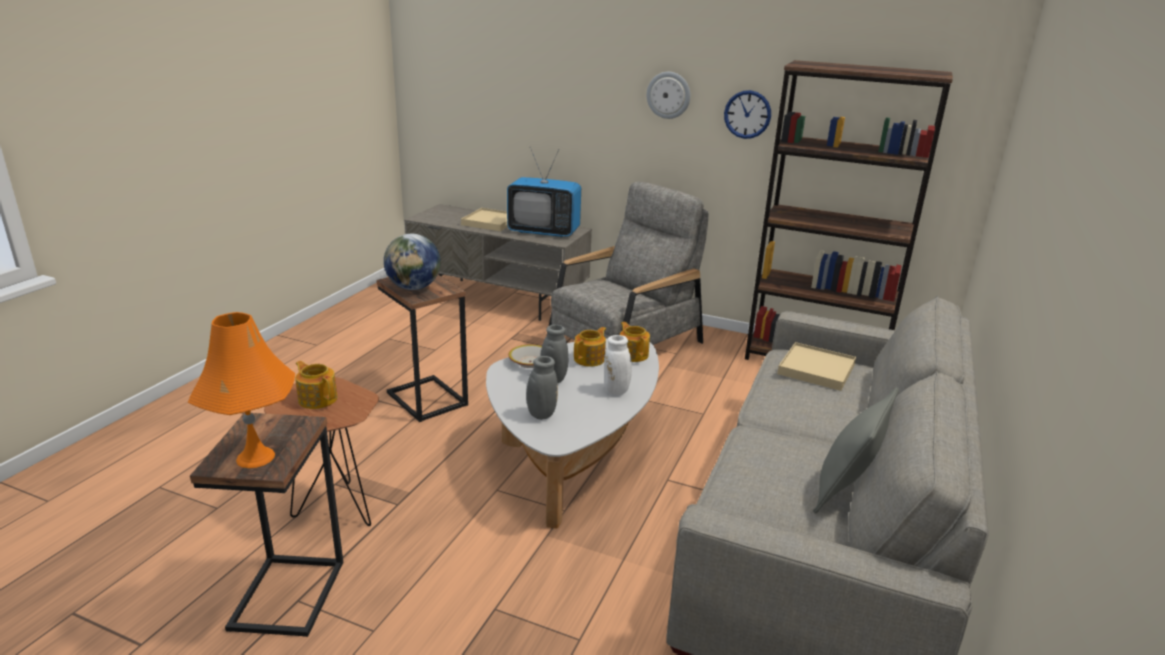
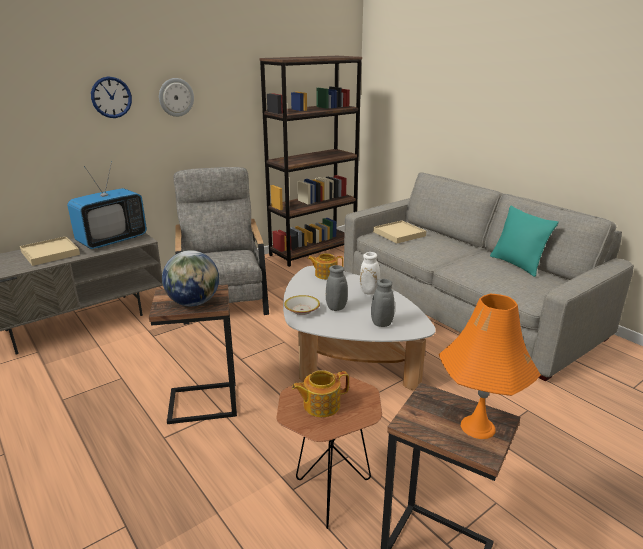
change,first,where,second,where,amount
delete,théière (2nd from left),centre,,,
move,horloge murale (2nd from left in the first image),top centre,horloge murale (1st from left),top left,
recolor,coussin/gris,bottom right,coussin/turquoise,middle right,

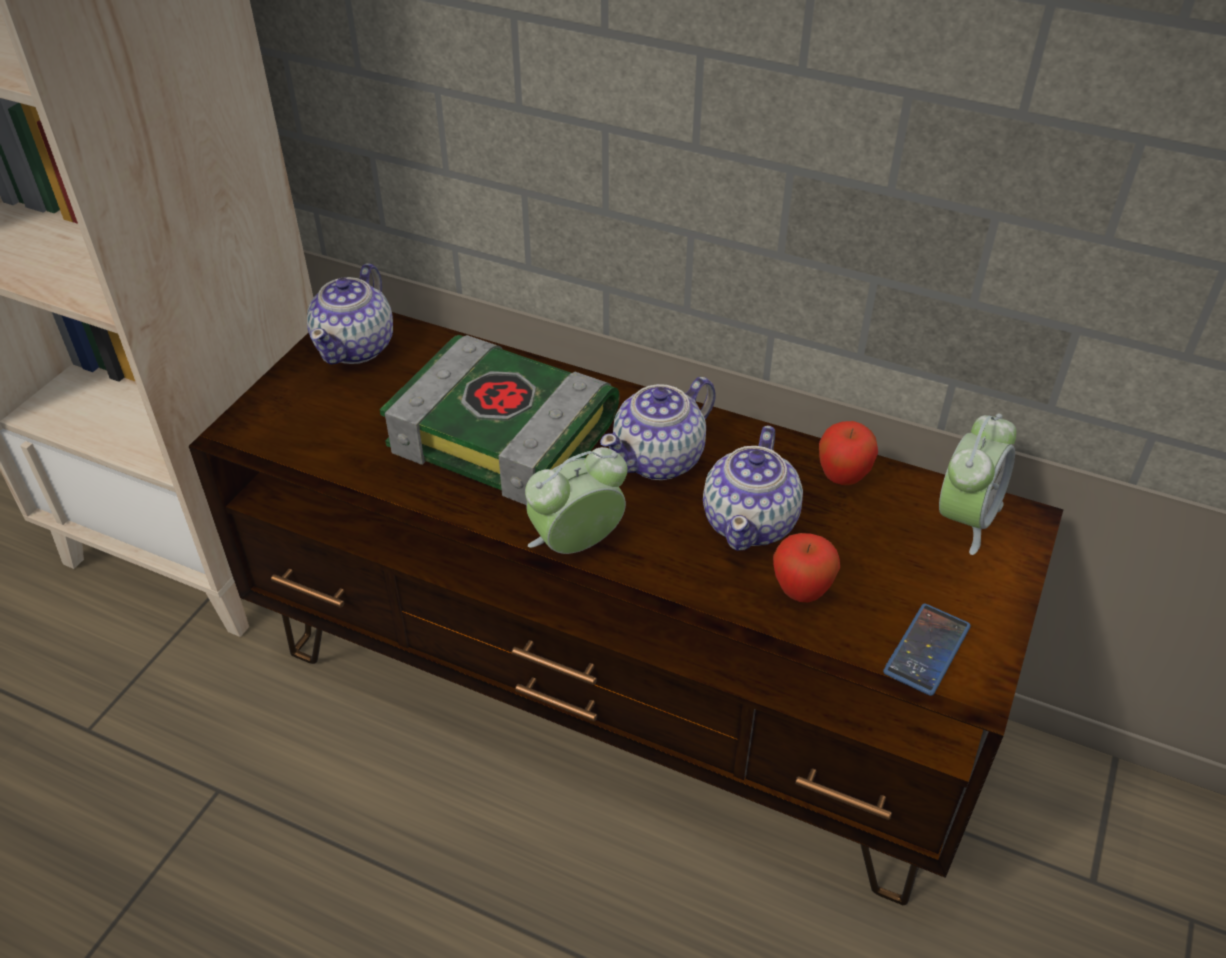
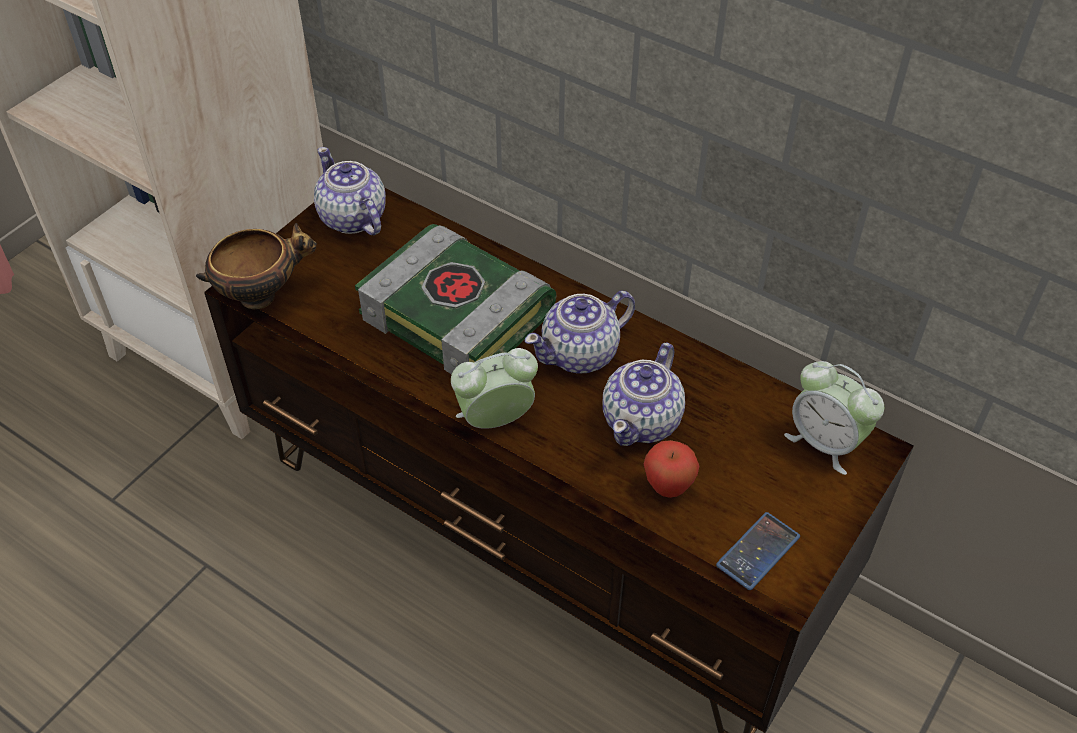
change,first,where,second,where,amount
delete,pomme (2nd from left),middle right,,,
insert,,,bol,middle left,
rotate,théière (1st from left),top left,,top left,120 degrees clockwise
rotate,réveil (2nd from left),middle right,,middle right,90 degrees clockwise

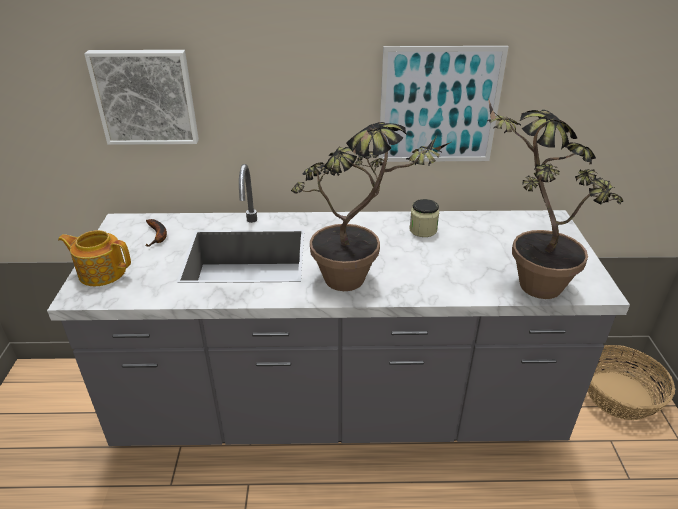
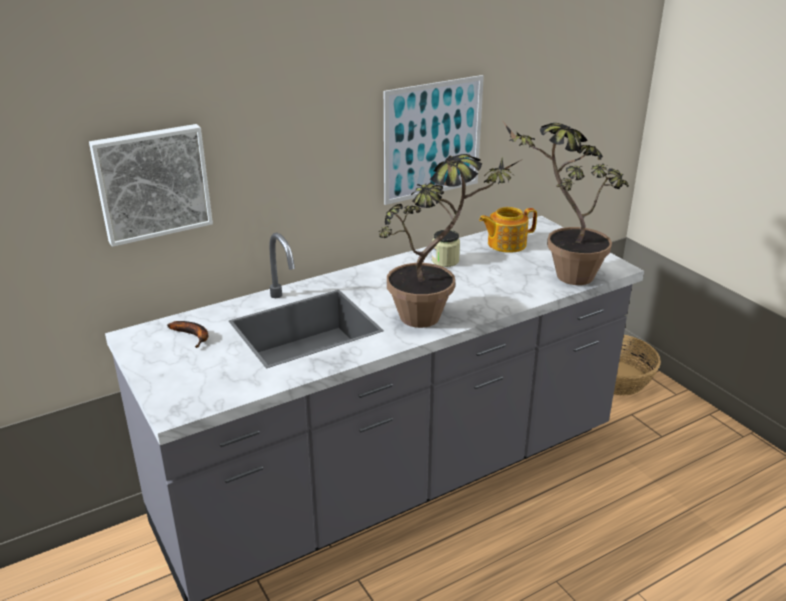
change,first,where,second,where,amount
move,théière,middle left,,centre,

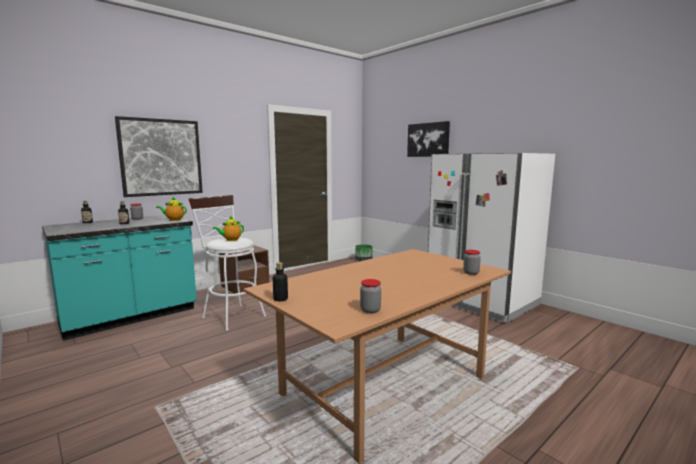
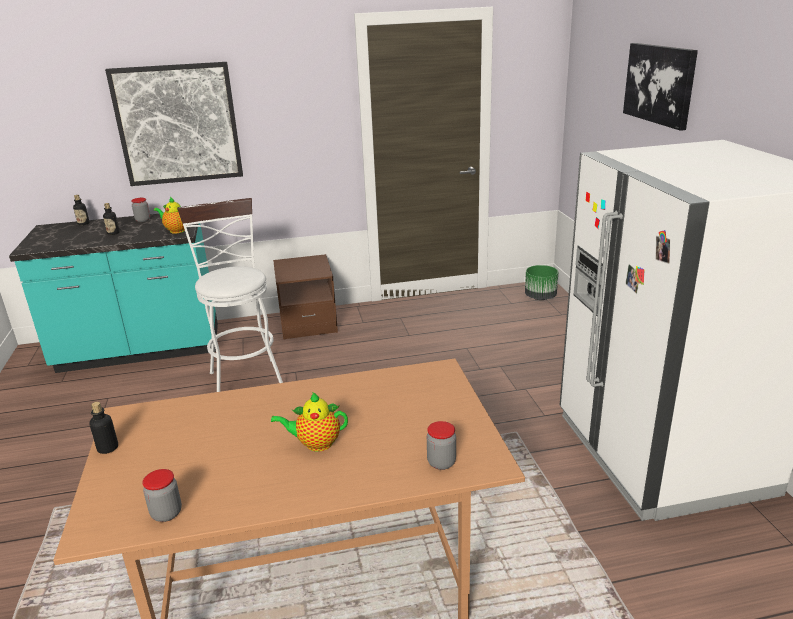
change,first,where,second,where,amount
move,théière (2nd from left),middle left,,bottom centre,

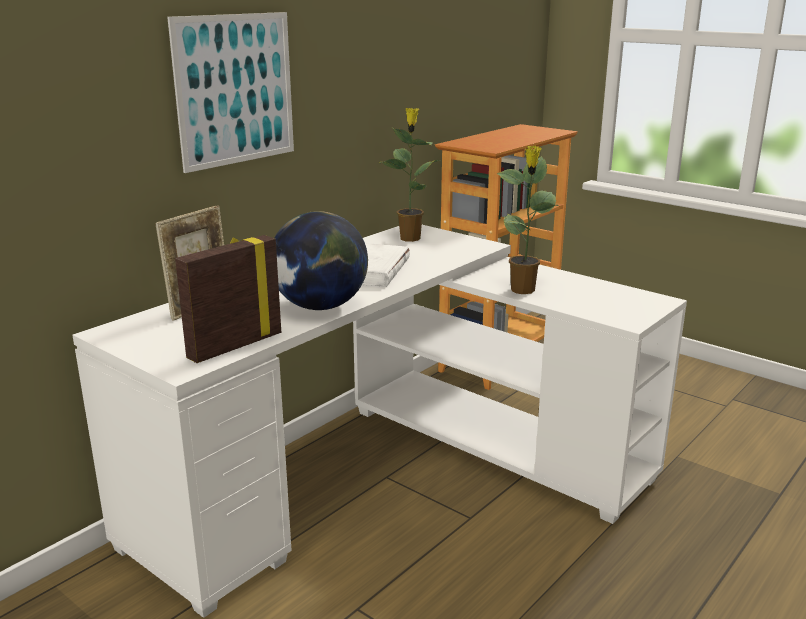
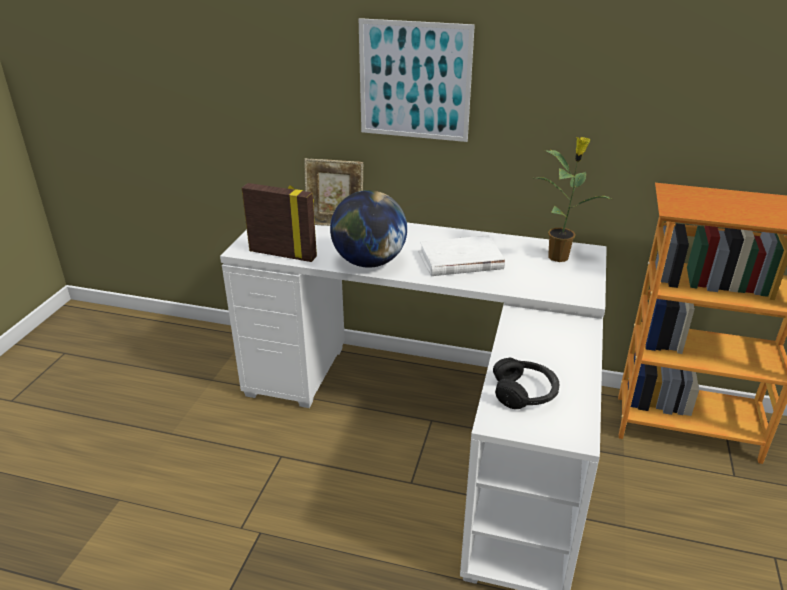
change,first,where,second,where,amount
delete,plante en pot (2nd from left),centre,,,
insert,,,casque audio/noir,middle right,

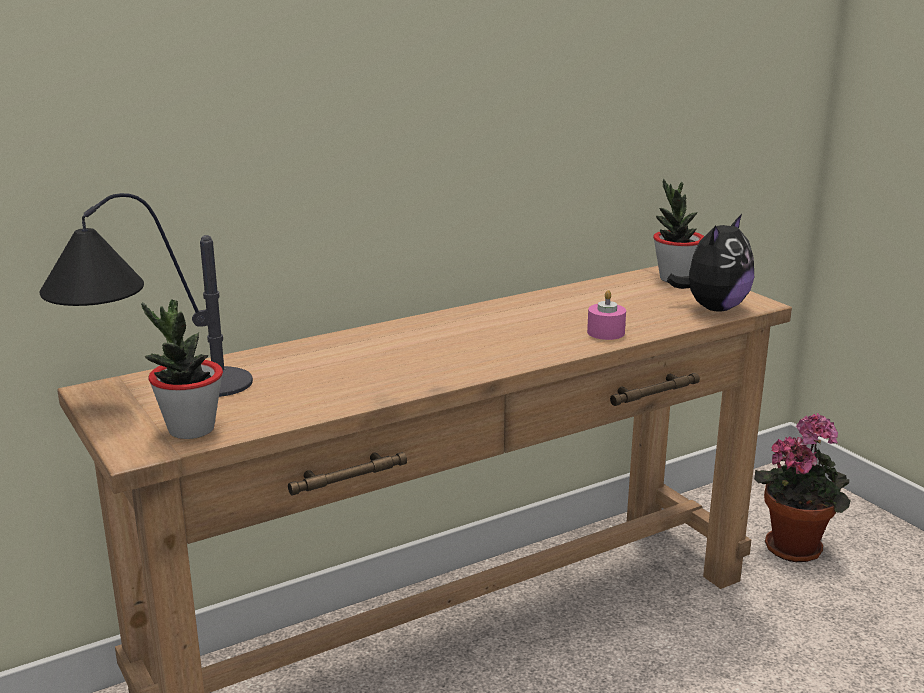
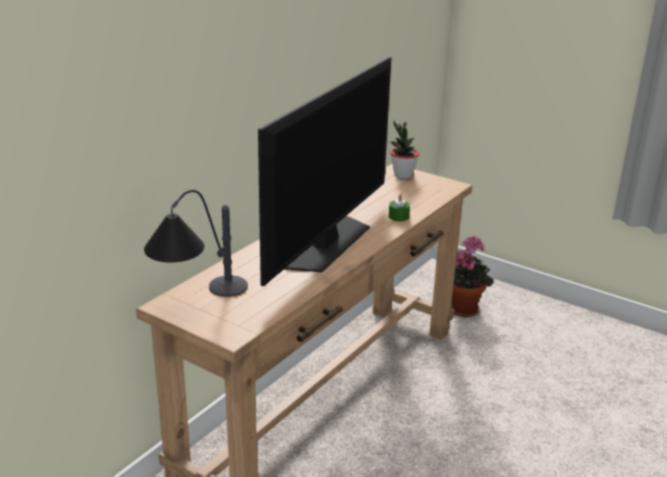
change,first,where,second,where,amount
delete,plante en pot (1st from left),middle left,,,
delete,peluche,middle right,,,
insert,,,téléviseur,centre,
recolor,bougie/rose,centre,bougie/vert,centre,

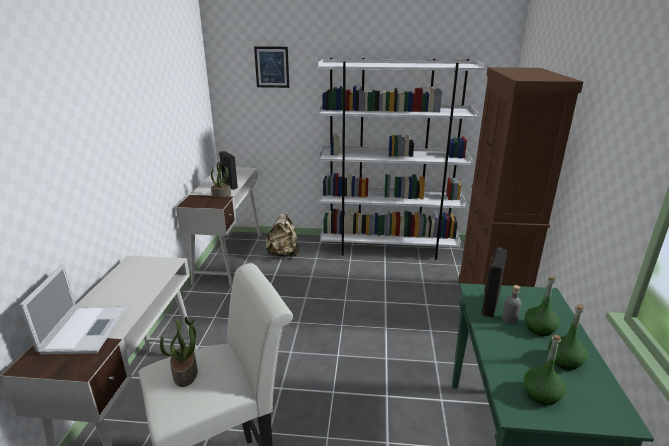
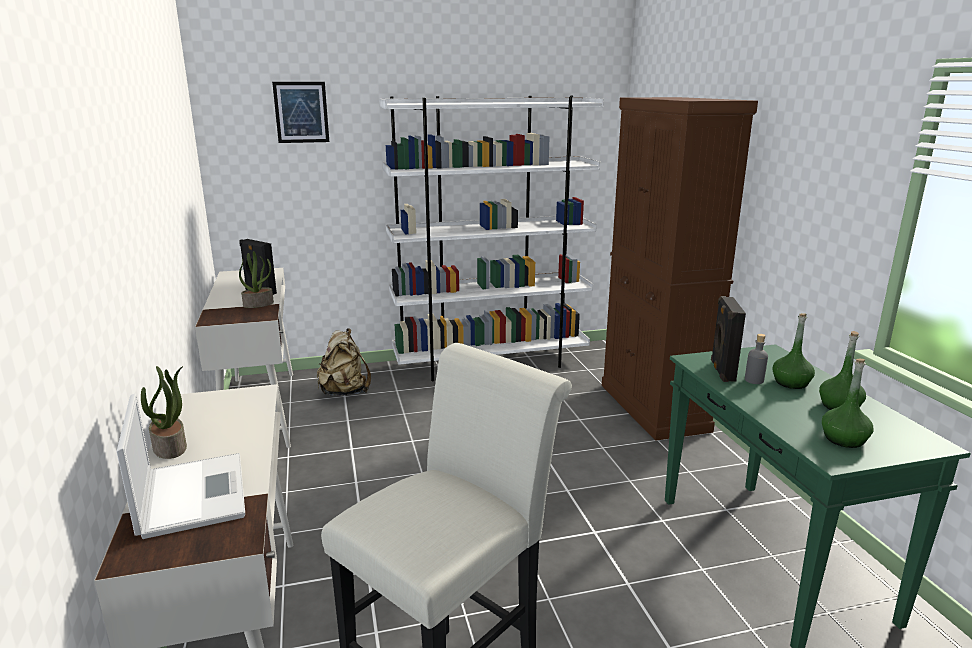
change,first,where,second,where,amount
move,plante en pot (1st from left),bottom left,,middle left,

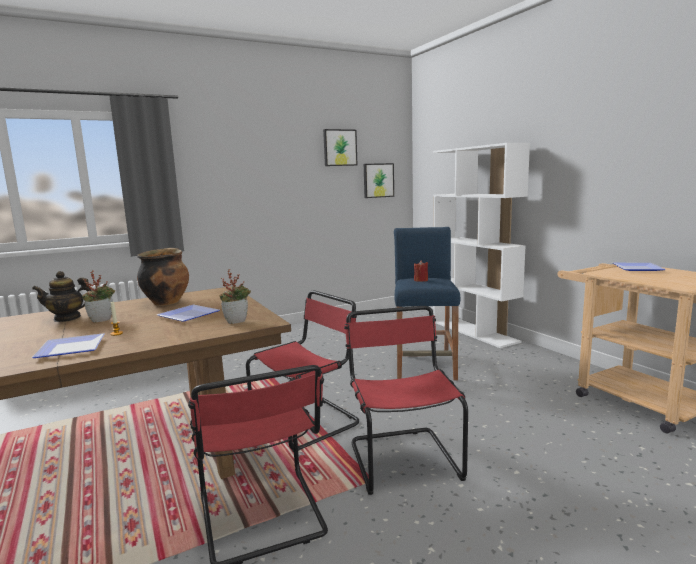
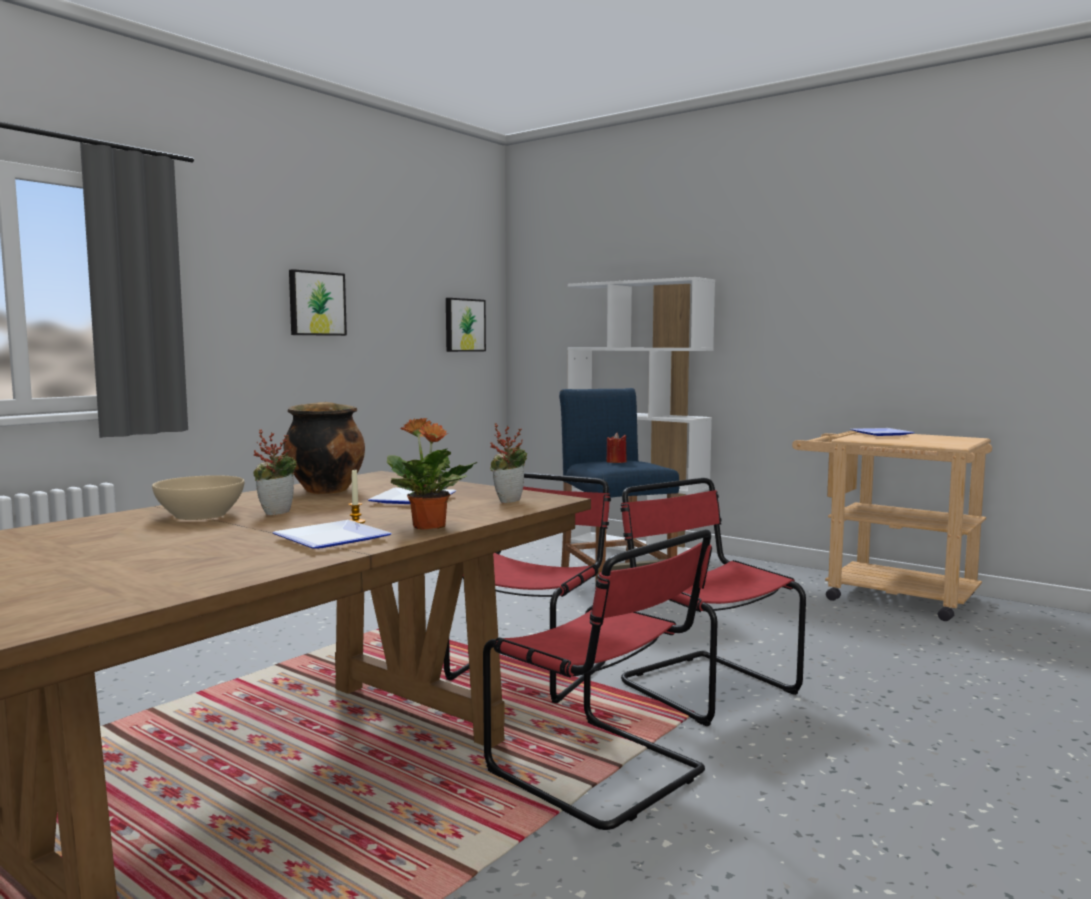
change,first,where,second,where,amount
insert,,,plante en pot (2nd from left),centre,
move,tableau (1st from left),top centre,,middle left,
replace,théière,middle left,bol/beige,middle left,

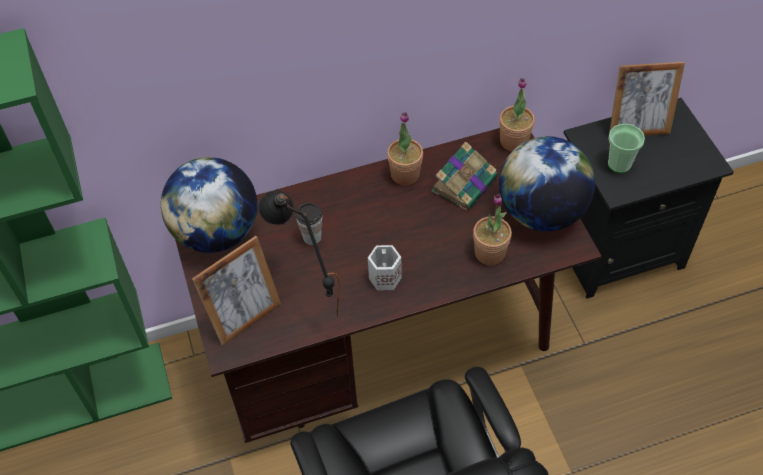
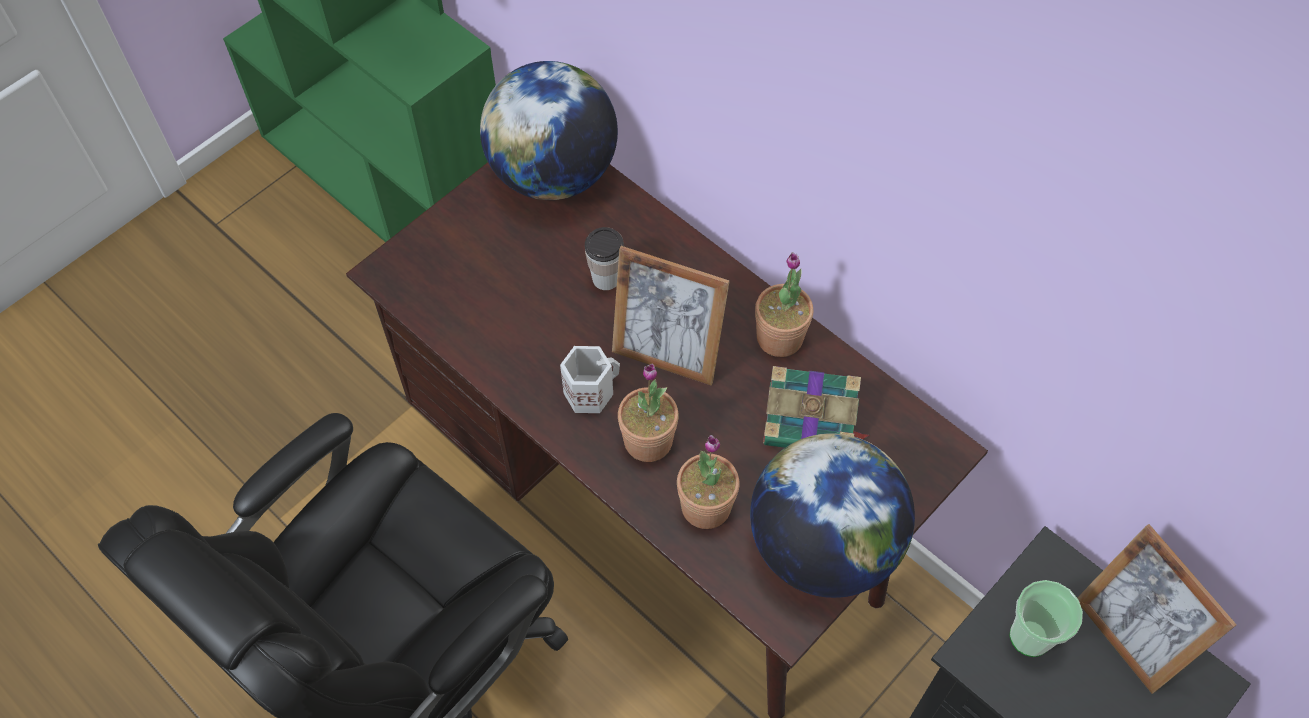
change,first,where,second,where,amount
delete,lampe de table/noir,centre,,,
move,cadre photo (1st from left),middle left,,centre,
move,plante en pot (3rd from left in the first image),top right,plante en pot (1st from left),centre,

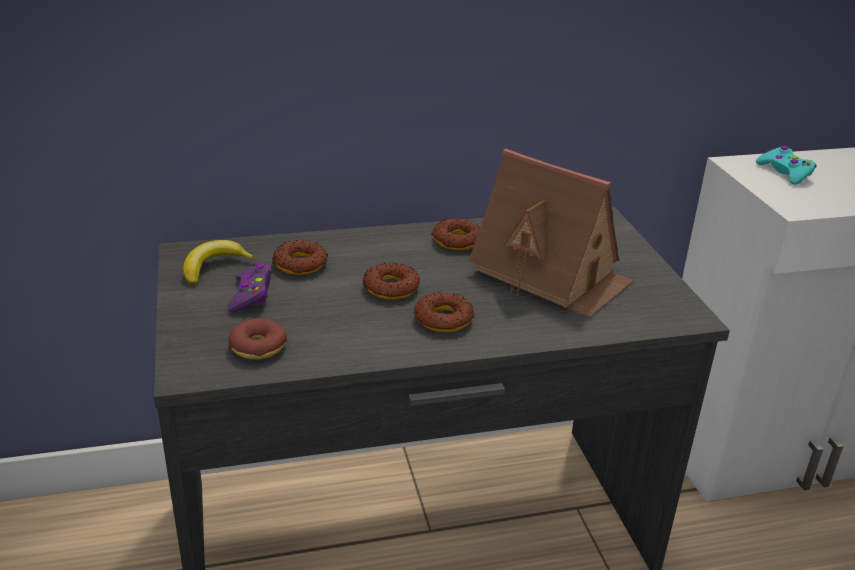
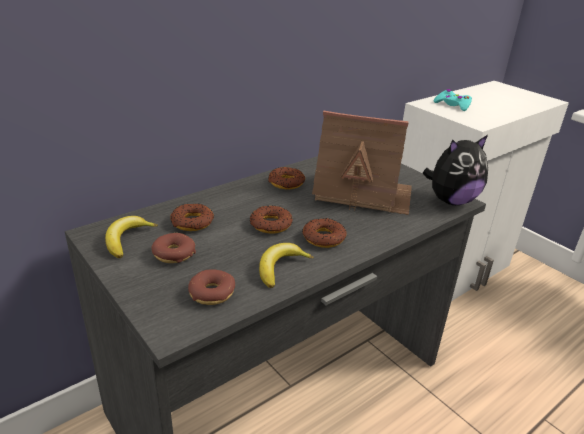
change,first,where,second,where,amount
insert,,,banane (2nd from left),centre,
insert,,,peluche,middle right,
replace,manette/violet,middle left,beignet (1st from left),middle left,

